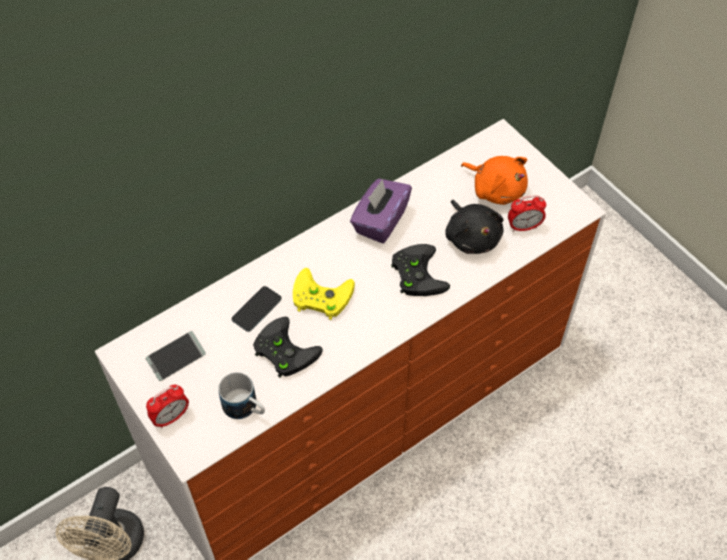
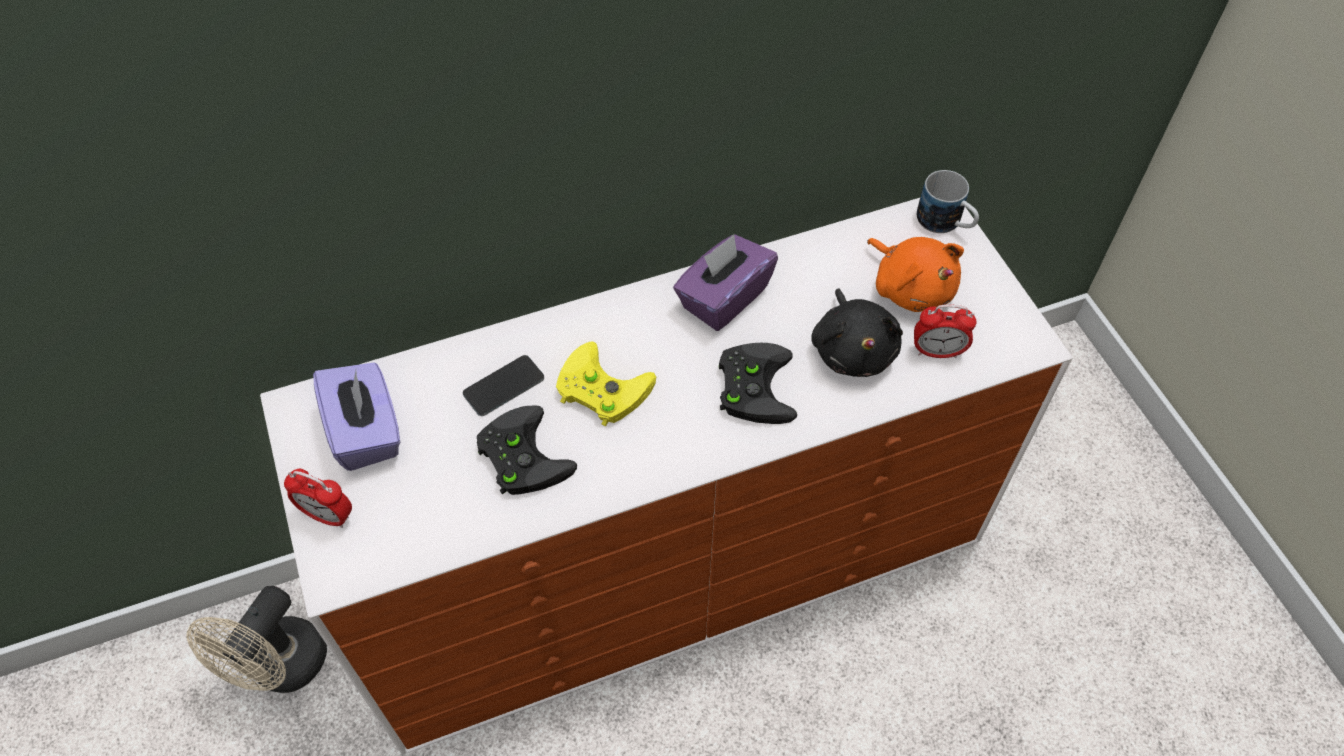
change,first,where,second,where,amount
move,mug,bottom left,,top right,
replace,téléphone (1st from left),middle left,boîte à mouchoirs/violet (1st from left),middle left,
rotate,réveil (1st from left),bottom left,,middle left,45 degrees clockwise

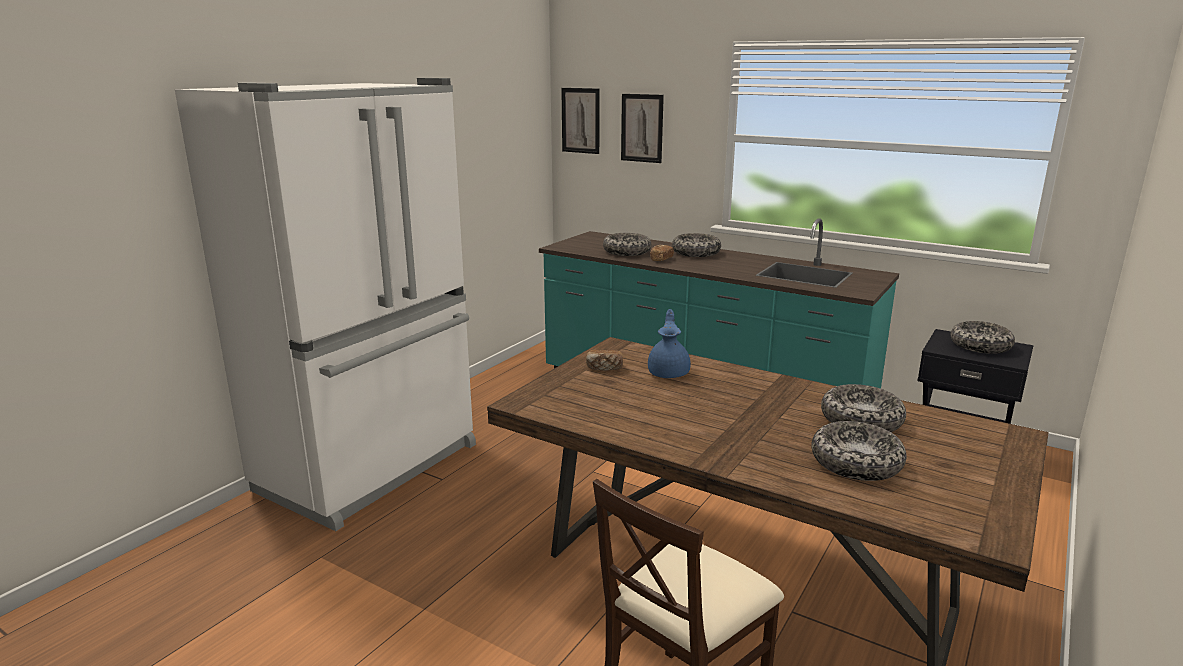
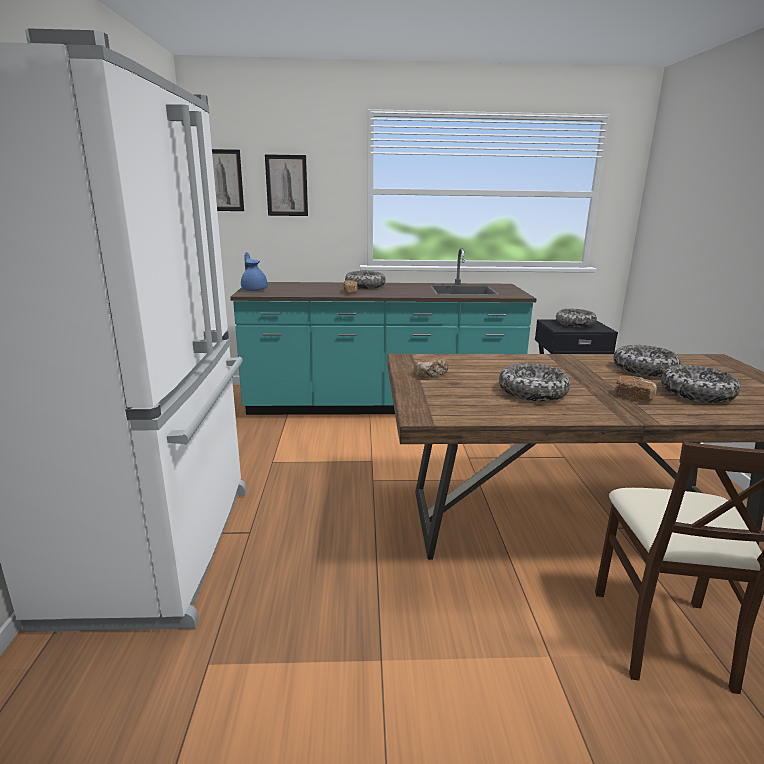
change,first,where,second,where,amount
insert,,,pain (3rd from left),middle right,
move,bol (1st from left in the first image),centre,bol (2nd from left),middle right,
move,théière/bleu,centre,,middle left,

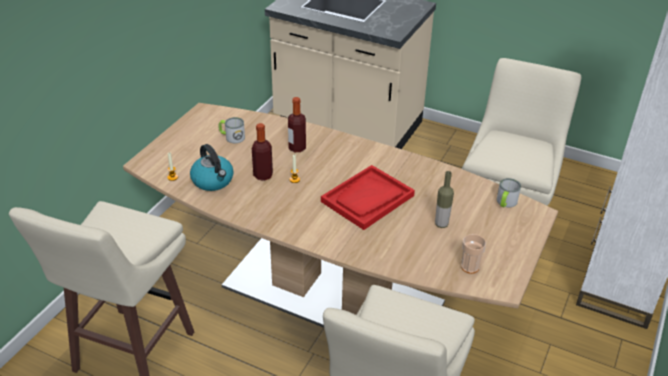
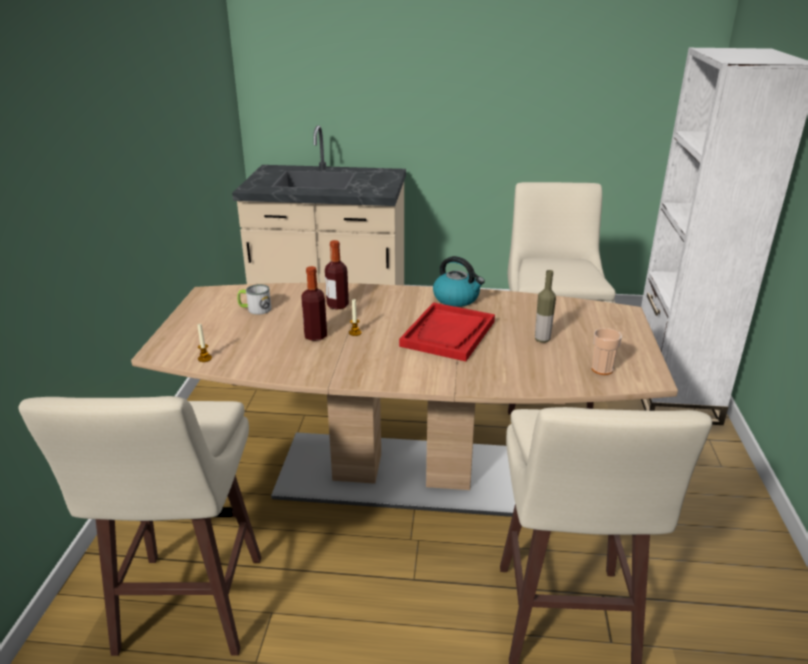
change,first,where,second,where,amount
delete,mug (2nd from left),middle right,,,
move,bouilloire,middle left,,centre,

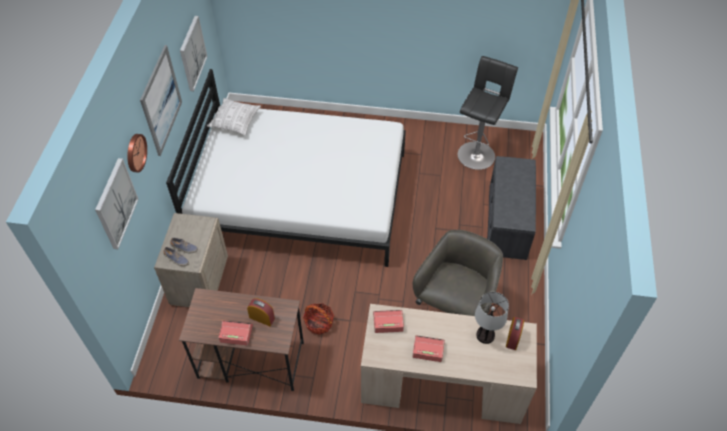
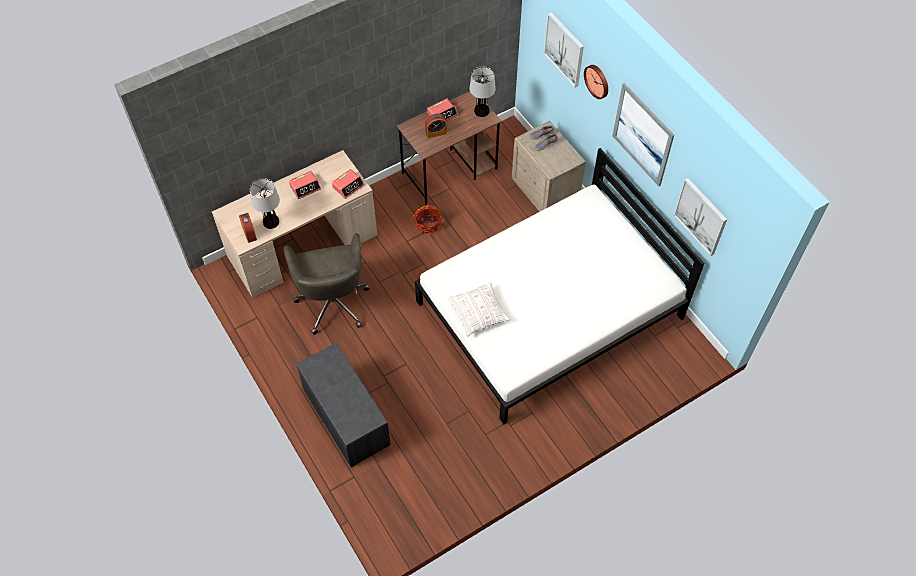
change,first,where,second,where,amount
delete,tabouret/noir,top right,,,
insert,,,lampe de table (2nd from left),top centre,
move,coussin,top left,,centre,

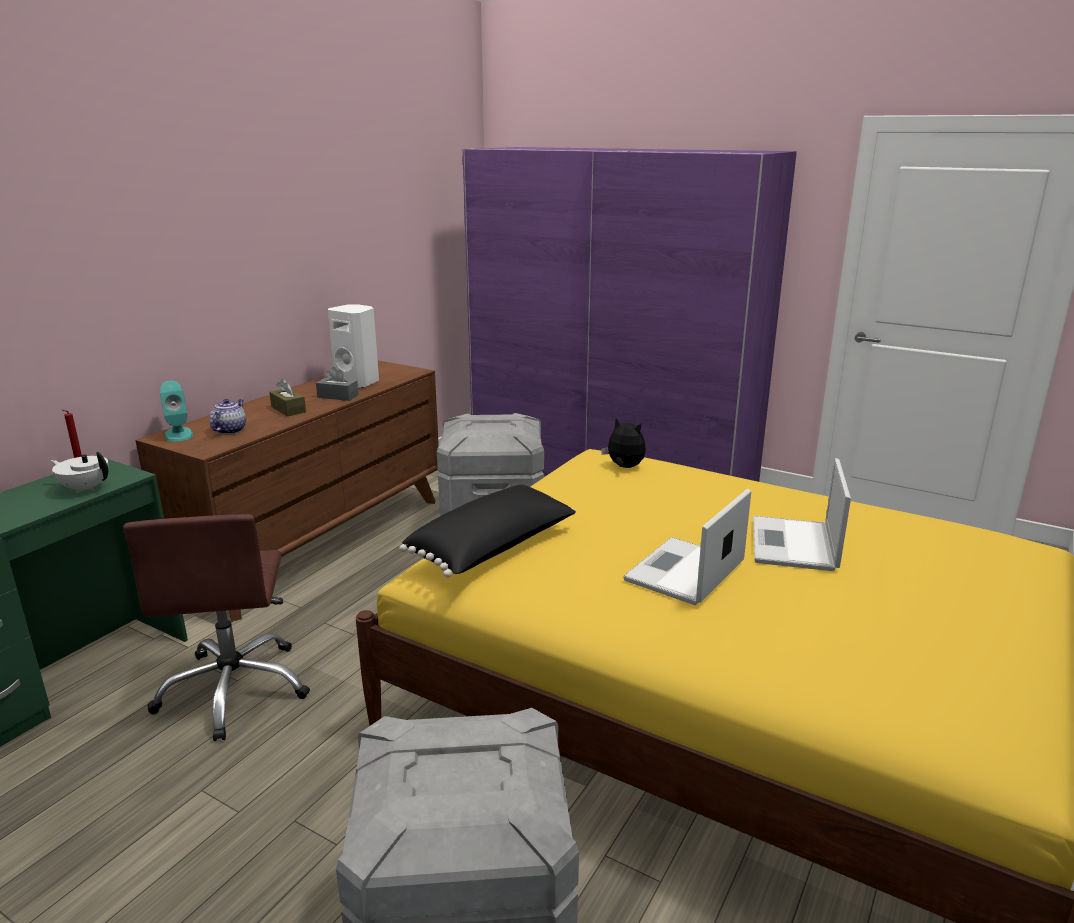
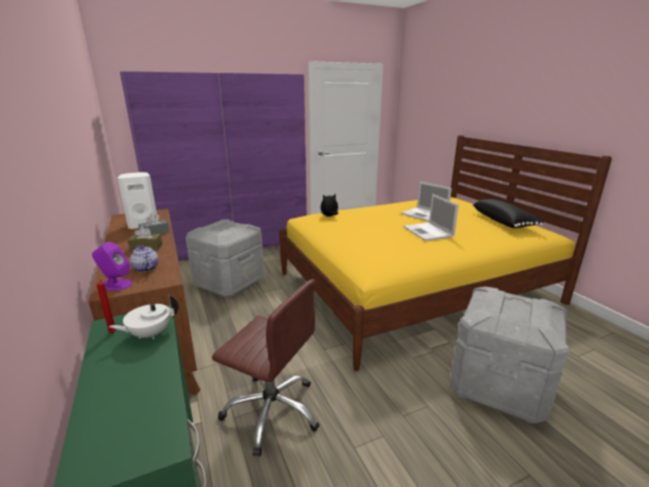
change,first,where,second,where,amount
move,coussin/noir,centre,,middle right,
recolor,enceinte/turquoise,middle left,enceinte/violet,middle left,

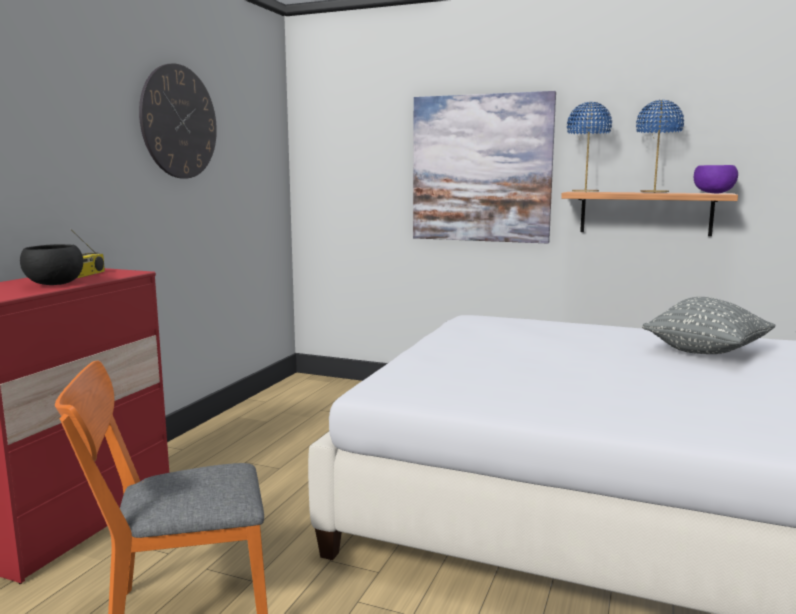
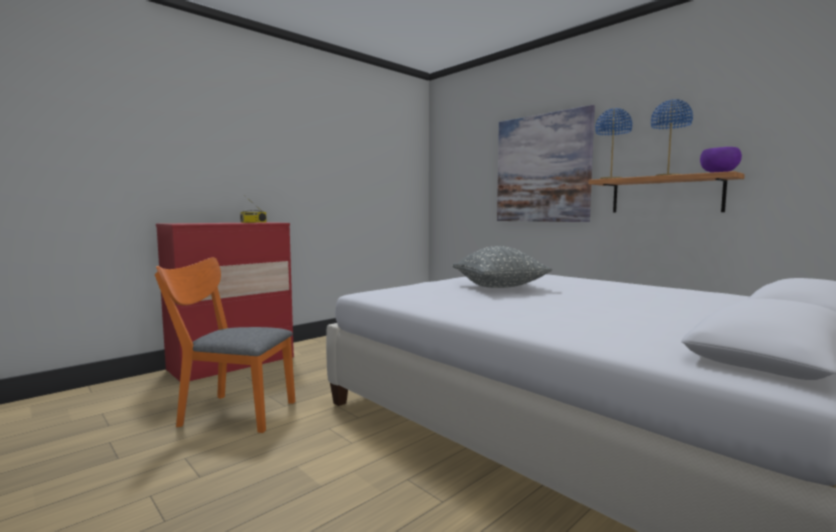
change,first,where,second,where,amount
delete,bol/noir,middle left,,,
delete,horloge murale,top left,,,
move,coussin/gris,middle right,,centre,

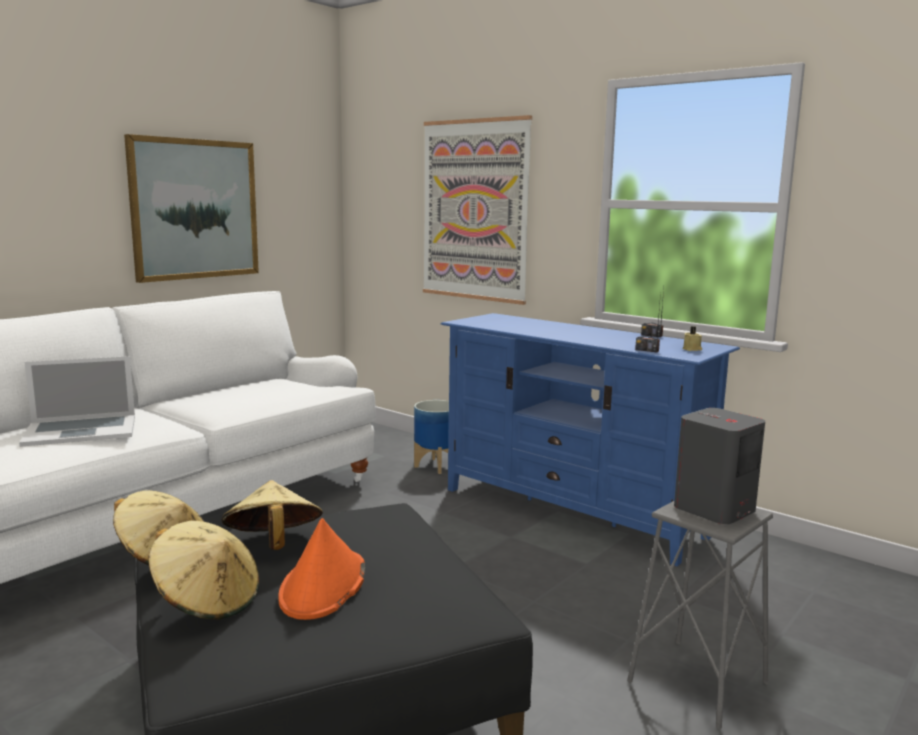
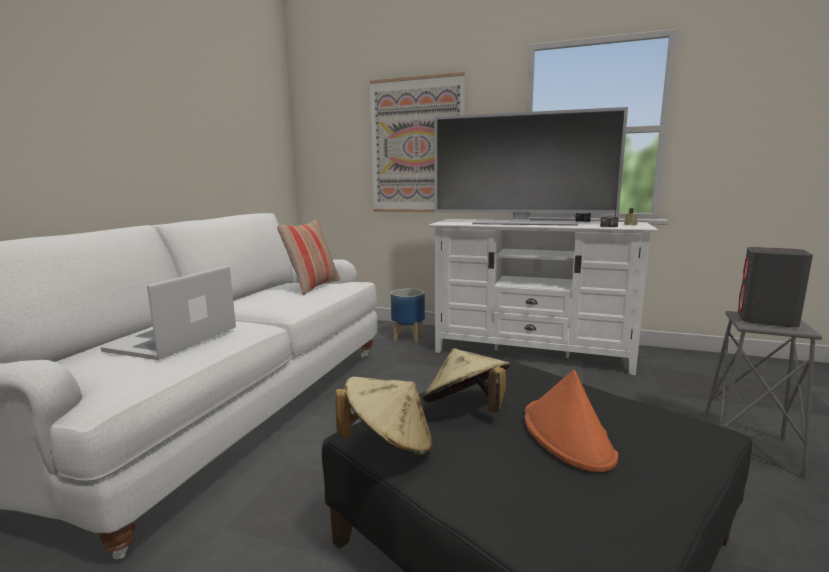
change,first,where,second,where,amount
delete,tableau (1st from left),top left,,,
delete,chapeau/beige (2nd from left),bottom left,,,
insert,,,coussin,centre,
insert,,,téléviseur,top centre,
recolor,meuble télé/bleu,centre,meuble télé/blanc,centre,
rotate,ordinateur portable,middle left,,middle left,150 degrees clockwise

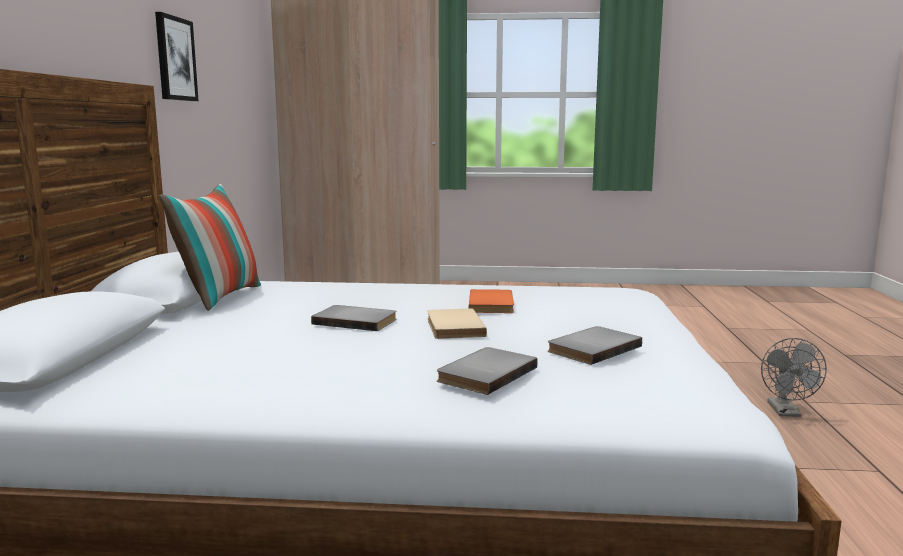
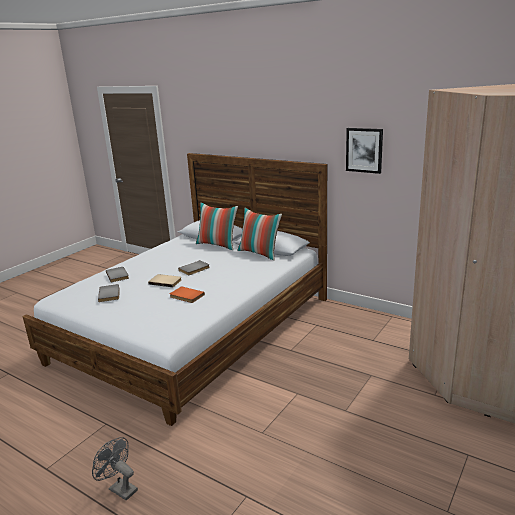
change,first,where,second,where,amount
insert,,,coussin (1st from left),centre,

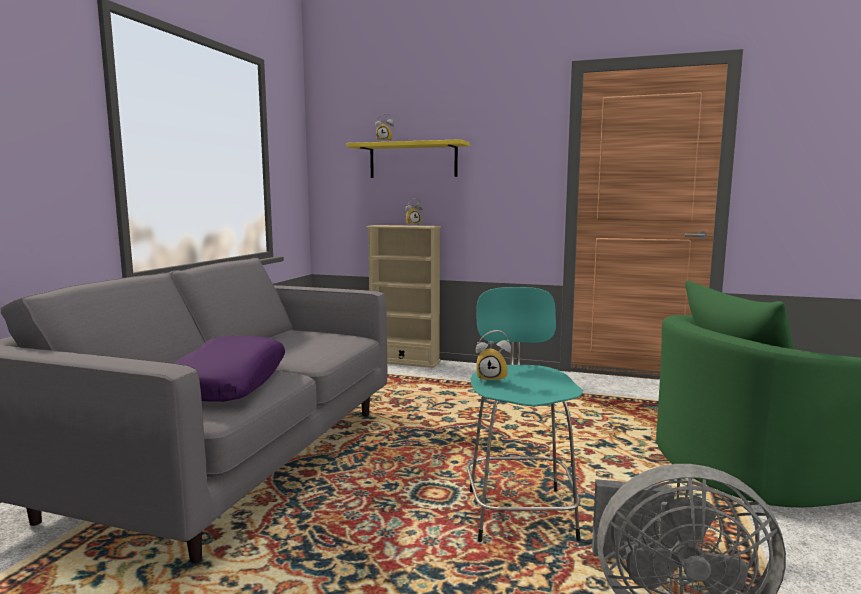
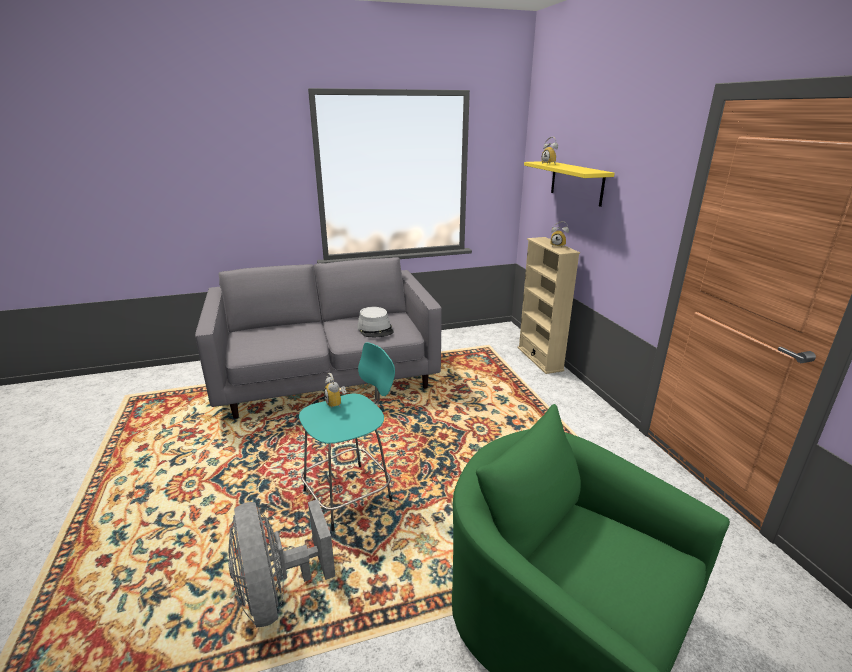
change,first,where,second,where,amount
delete,coussin/violet,middle left,,,
insert,,,chapeau/gris,centre,

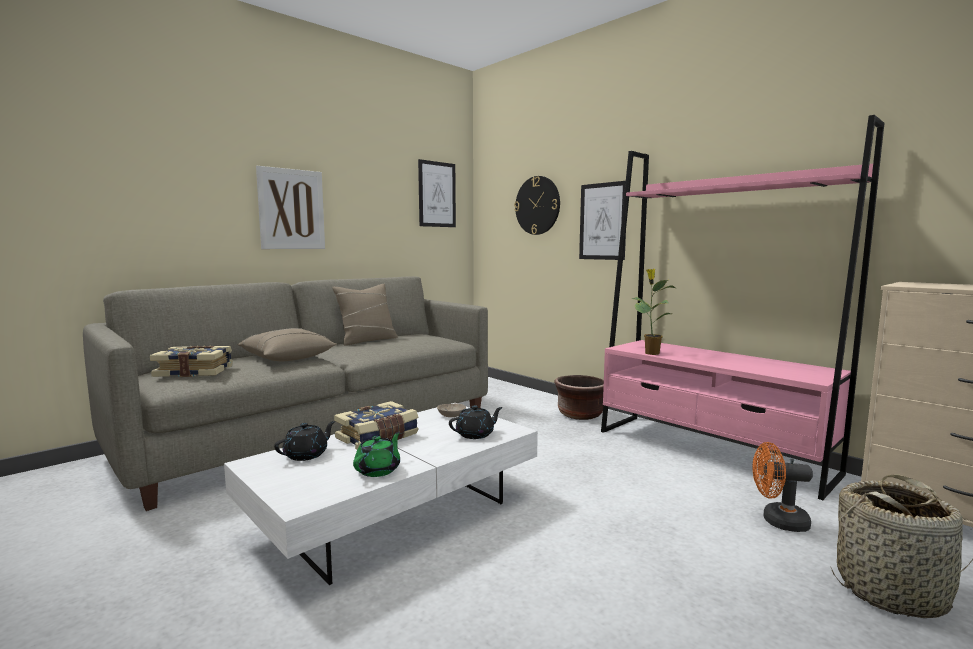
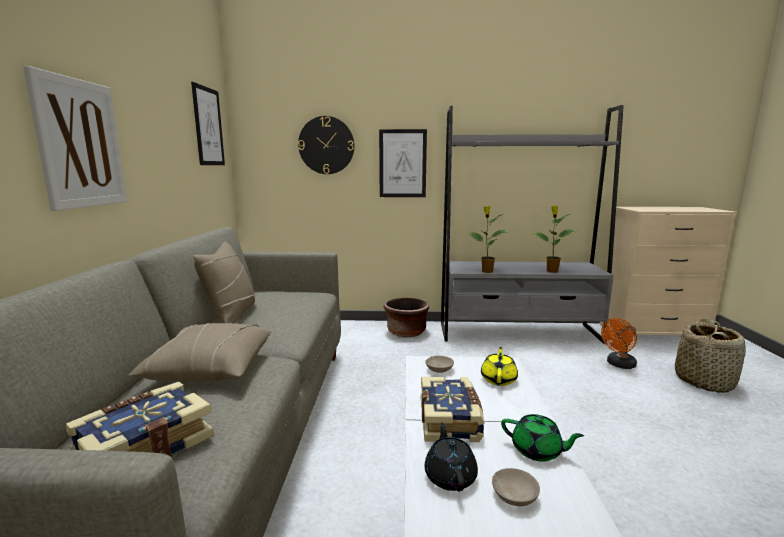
change,first,where,second,where,amount
insert,,,bol/beige (2nd from left),bottom centre,
insert,,,plante en pot (2nd from left),middle right,
recolor,théière/noir (2nd from left),centre,théière/jaune,bottom centre,
recolor,bibliothèque/rose,middle right,bibliothèque/gris,middle right,
rotate,théière/vert,bottom centre,,bottom right,135 degrees clockwise

